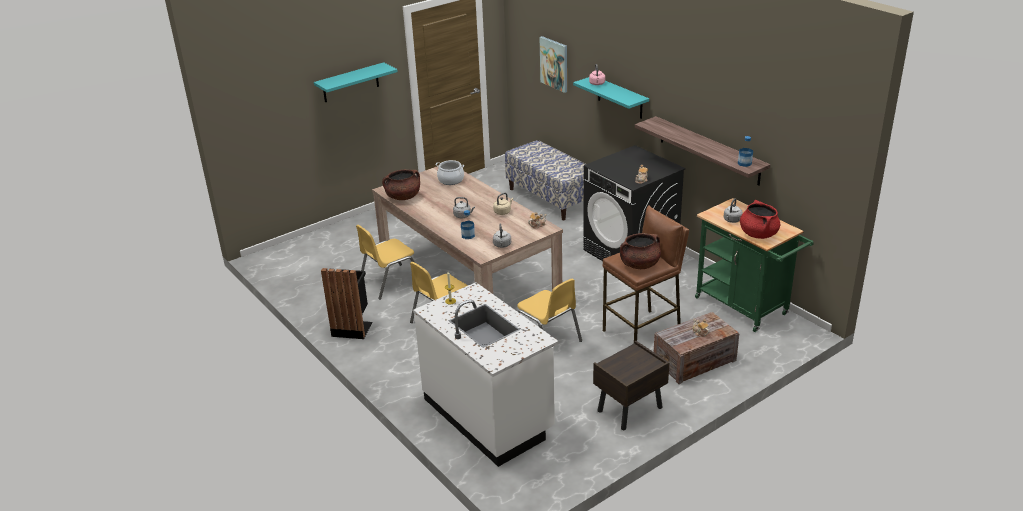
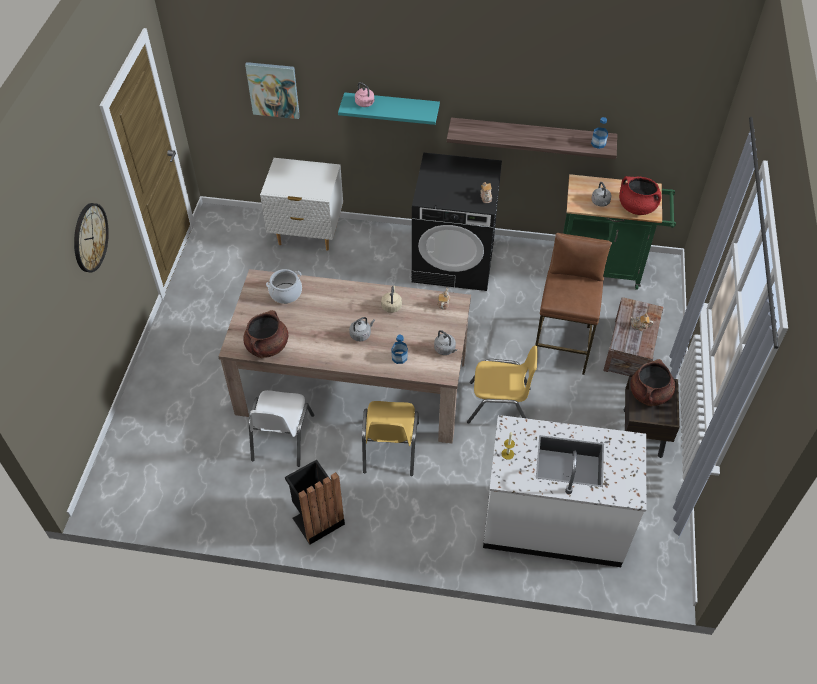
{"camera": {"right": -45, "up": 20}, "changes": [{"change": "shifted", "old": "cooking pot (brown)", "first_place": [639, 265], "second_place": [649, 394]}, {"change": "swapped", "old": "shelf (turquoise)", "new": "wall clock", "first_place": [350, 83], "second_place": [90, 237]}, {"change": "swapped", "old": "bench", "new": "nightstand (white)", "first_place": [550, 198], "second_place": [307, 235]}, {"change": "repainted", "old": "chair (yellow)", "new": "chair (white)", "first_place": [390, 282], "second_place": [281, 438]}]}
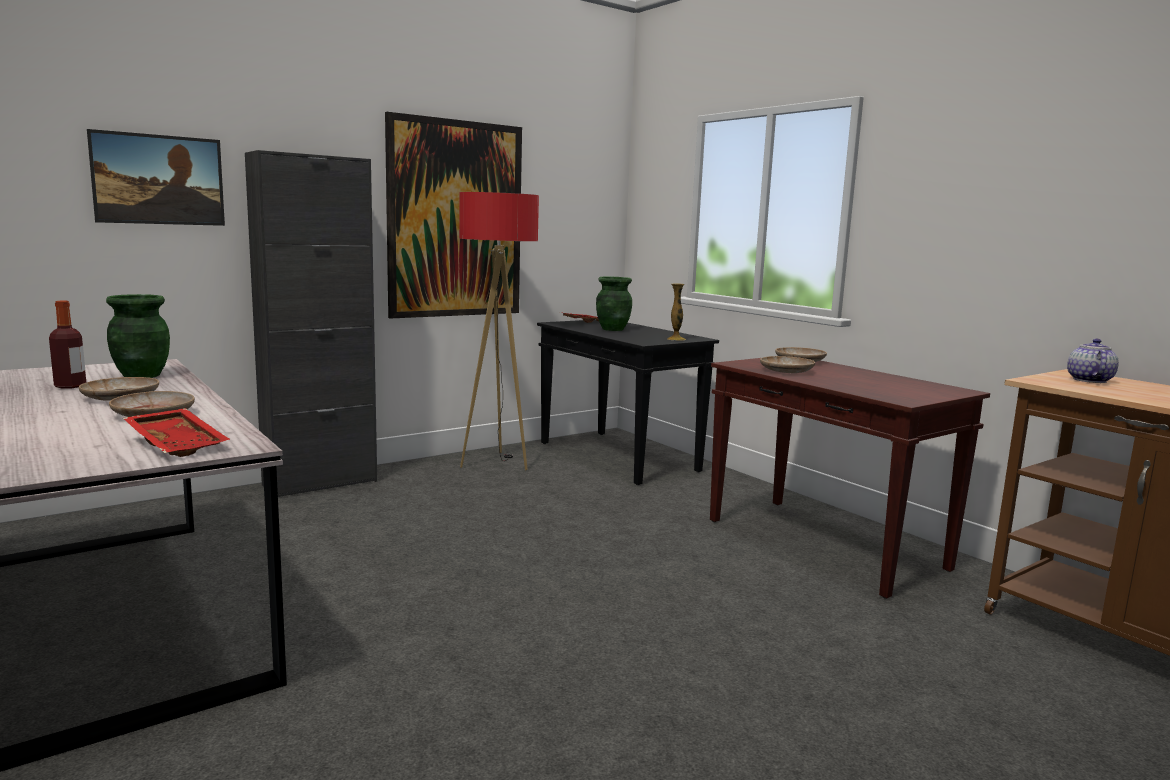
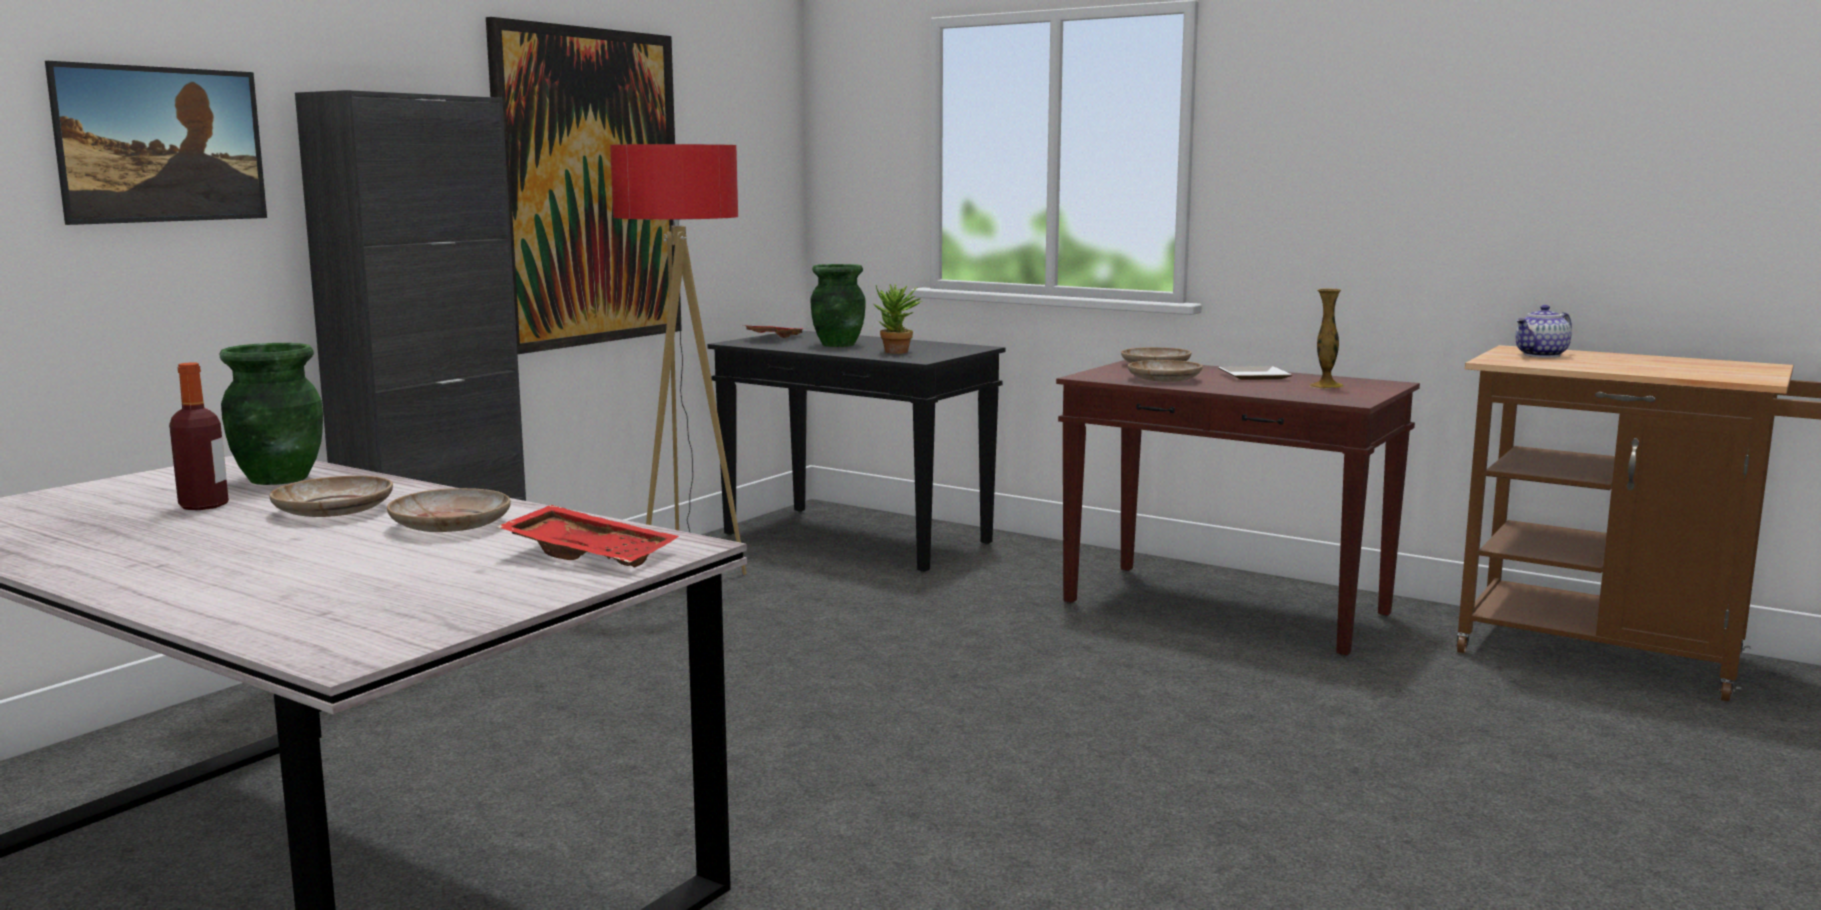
{"camera": {"right": -20, "up": 0}, "changes": [{"change": "new", "new": "potted plant", "second_place": [896, 352]}, {"change": "new", "new": "plate", "second_place": [1255, 376]}, {"change": "shifted", "old": "vase", "first_place": [676, 339], "second_place": [1326, 386]}, {"change": "rotated", "old": "teapot", "first_place": [1088, 380], "second_place": [1542, 355], "degrees": -120}]}
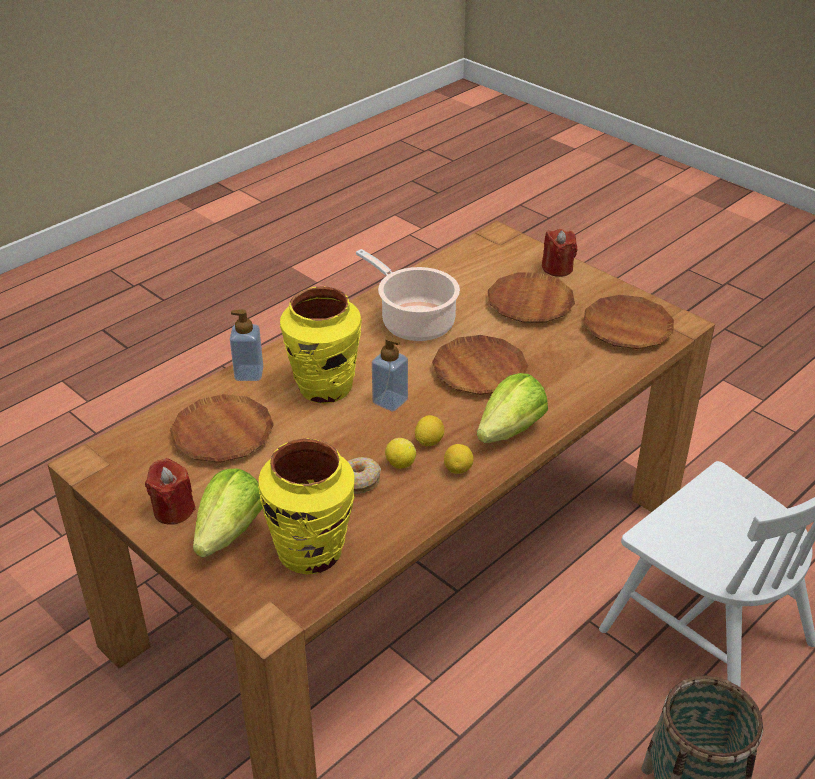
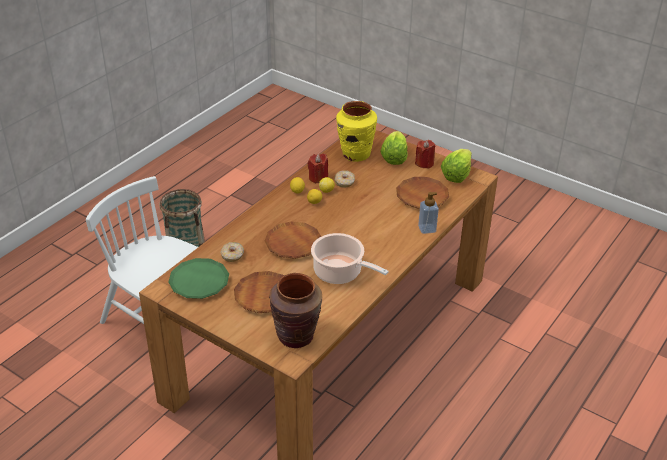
{"camera": {"right": 170, "up": 0}, "changes": [{"change": "gone", "old": "vase (yellow)", "first_place": [324, 388]}, {"change": "gone", "old": "soap dispenser", "first_place": [390, 401]}, {"change": "new", "new": "donut", "second_place": [232, 255]}, {"change": "new", "new": "vase (brown)", "second_place": [296, 336]}, {"change": "shifted", "old": "lettuce", "first_place": [510, 430], "second_place": [456, 175]}, {"change": "shifted", "old": "candle (red)", "first_place": [557, 268], "second_place": [318, 178]}, {"change": "repainted", "old": "plate (brown)", "new": "plate (green)", "first_place": [627, 328], "second_place": [199, 282]}]}
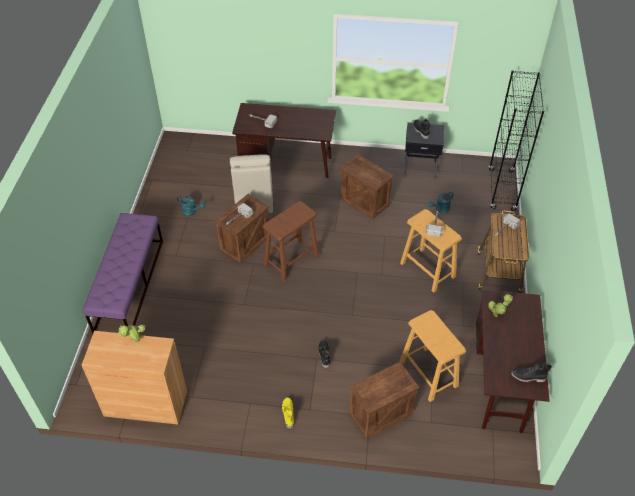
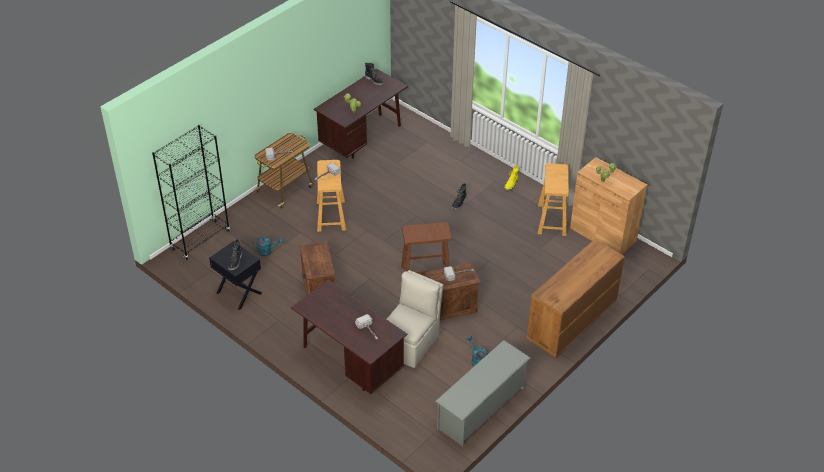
{"camera": {"right": -145, "up": -5}, "changes": [{"change": "gone", "old": "crate", "first_place": [380, 414]}, {"change": "new", "new": "shoe rack (grey)", "second_place": [481, 408]}, {"change": "shifted", "old": "stool (beige)", "first_place": [428, 373], "second_place": [552, 220]}, {"change": "swapped", "old": "bench (purple)", "new": "dresser (brown)", "first_place": [129, 285], "second_place": [571, 321]}]}
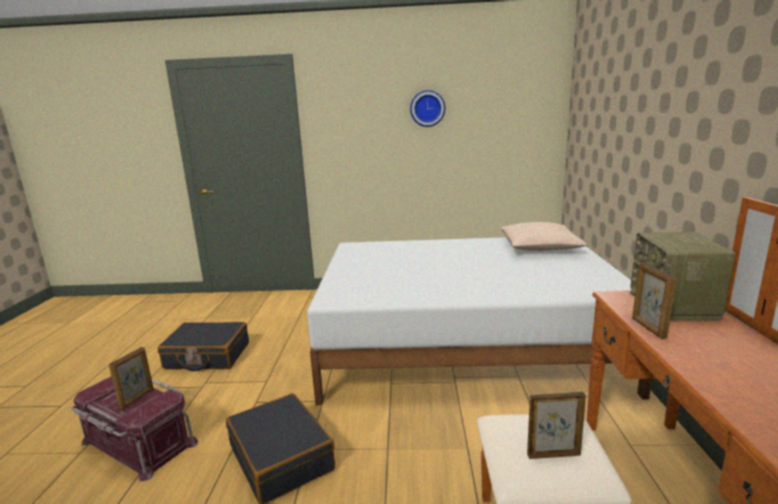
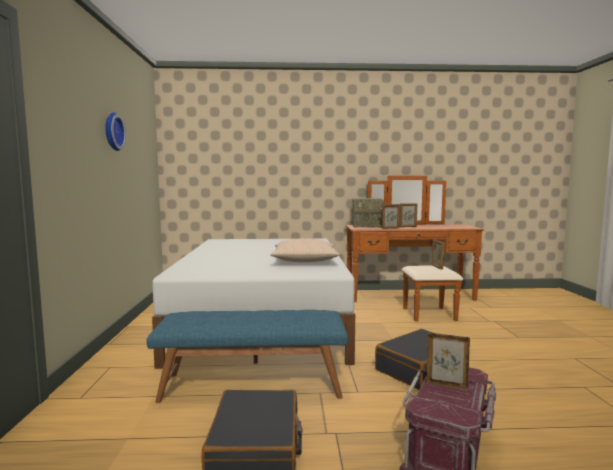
{"camera": {"right": -95, "up": -10}, "changes": [{"change": "new", "new": "bench (blue)", "second_place": [252, 385]}, {"change": "new", "new": "picture frame", "second_place": [408, 227]}, {"change": "shifted", "old": "pillow (beige)", "first_place": [540, 247], "second_place": [304, 260]}]}
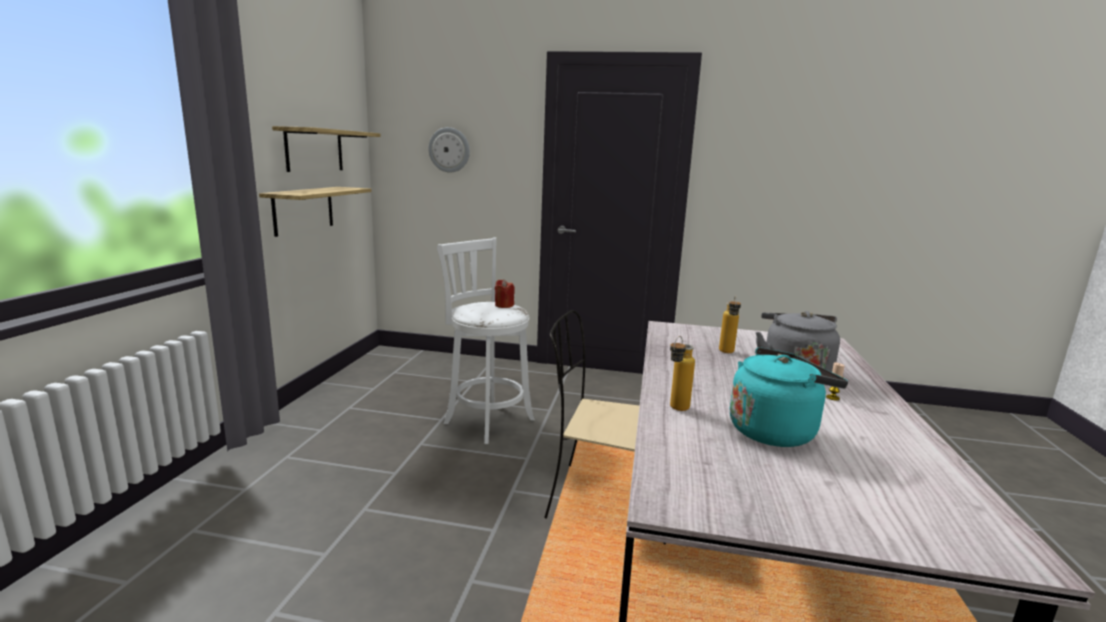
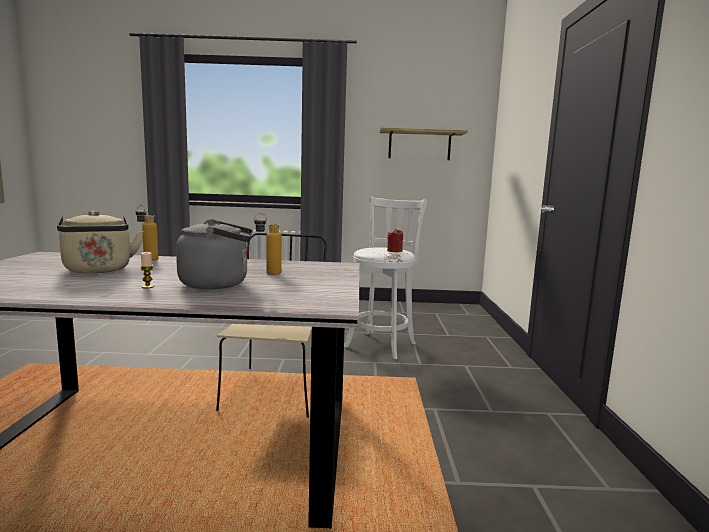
{"camera": {"right": 80, "up": -5}, "changes": [{"change": "gone", "old": "shelf", "first_place": [303, 210]}, {"change": "gone", "old": "wall clock", "first_place": [449, 150]}, {"change": "repainted", "old": "kettle (turquoise)", "new": "kettle (beige)", "first_place": [775, 431], "second_place": [99, 270]}]}
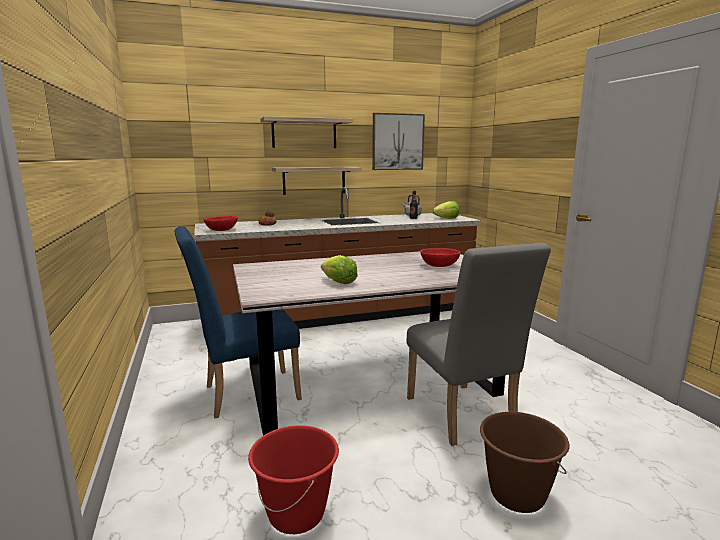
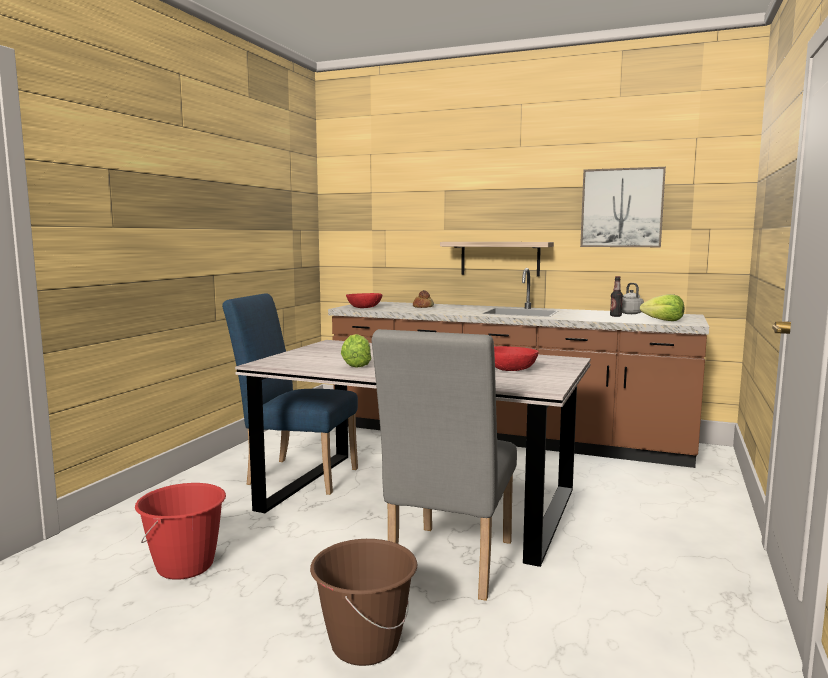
{"camera": {"right": 40, "up": -5}, "changes": [{"change": "gone", "old": "shelf", "first_place": [304, 133]}]}
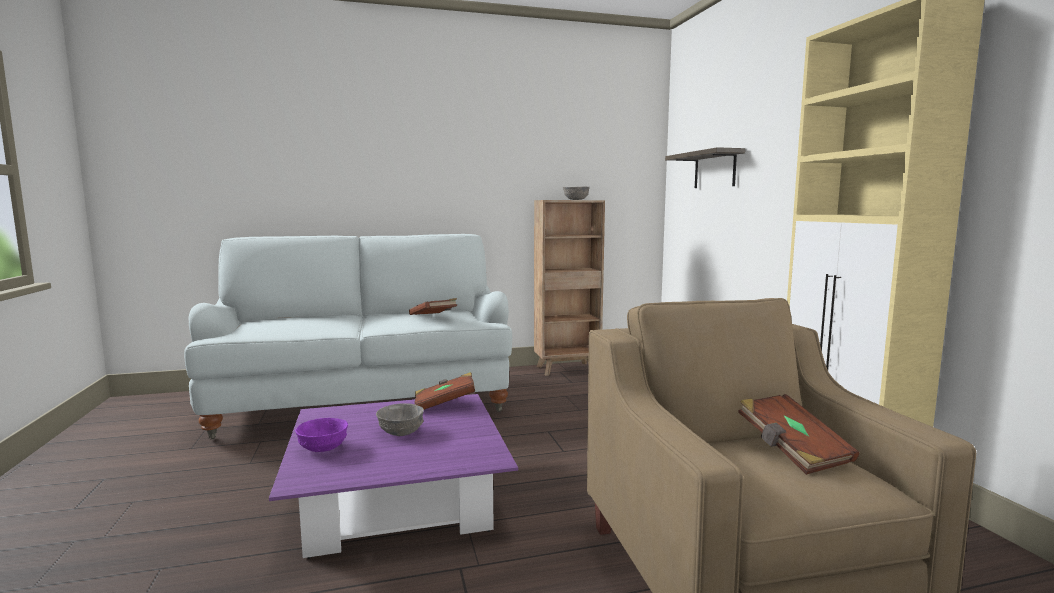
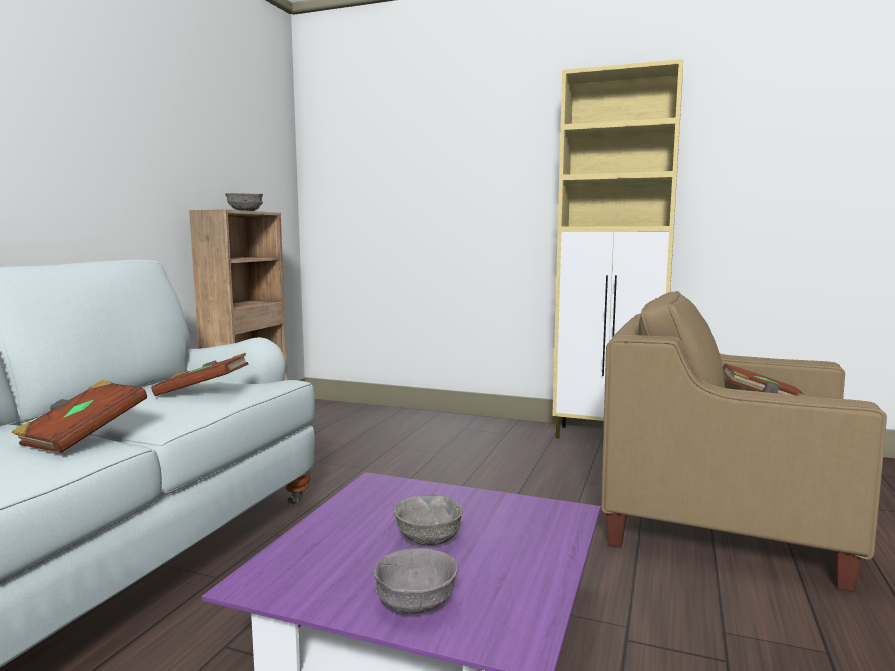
{"camera": {"right": -55, "up": 0}, "changes": [{"change": "gone", "old": "shelf", "first_place": [714, 170]}, {"change": "shifted", "old": "book (brown)", "first_place": [445, 404], "second_place": [83, 436]}, {"change": "repainted", "old": "bowl (purple)", "new": "bowl (grey)", "first_place": [322, 449], "second_place": [415, 605]}]}
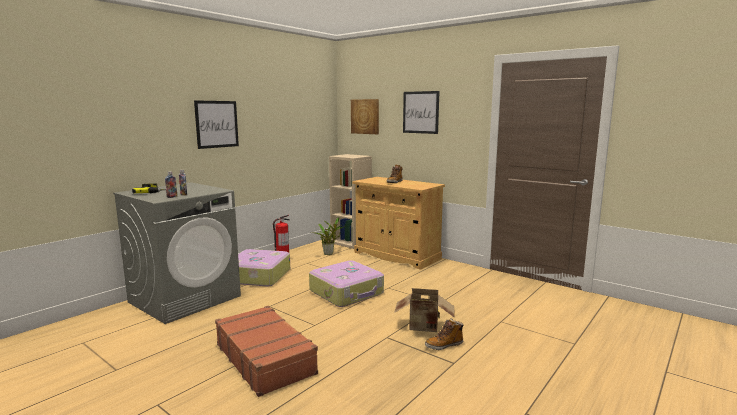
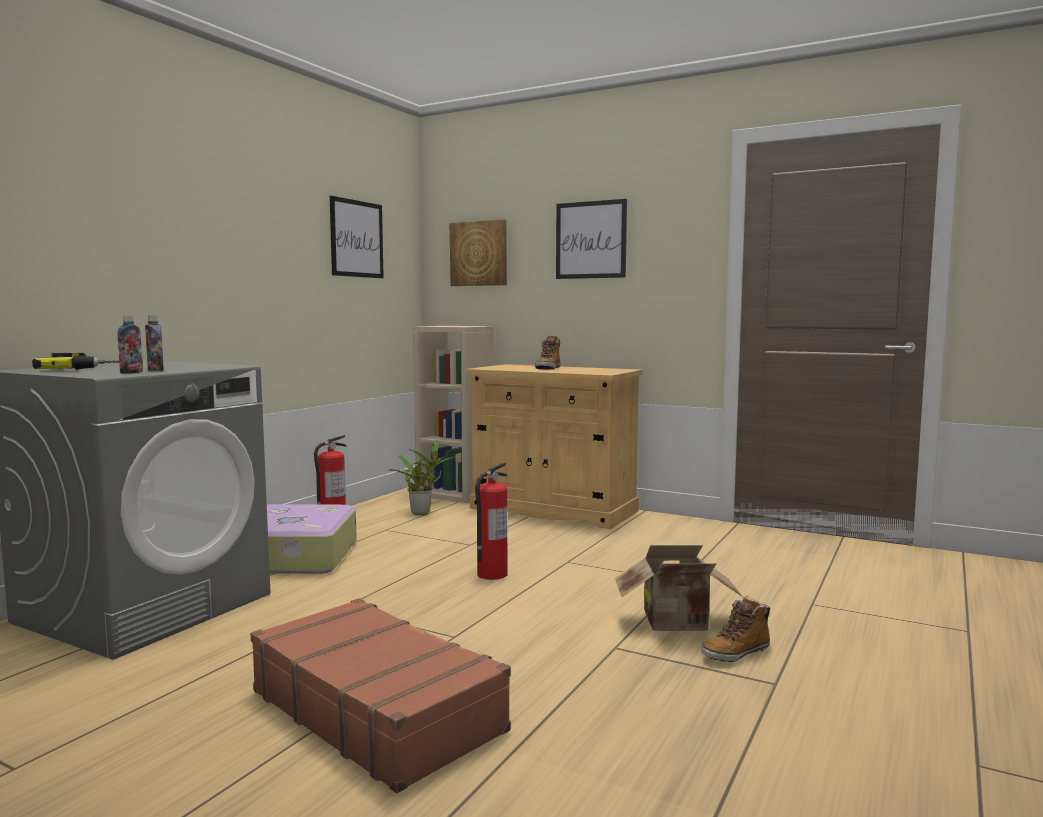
{"camera": {"right": -10, "up": -5}, "changes": [{"change": "shifted", "old": "picture", "first_place": [217, 124], "second_place": [356, 239]}, {"change": "swapped", "old": "suitcase", "new": "fire extinguisher", "first_place": [347, 292], "second_place": [491, 574]}]}
